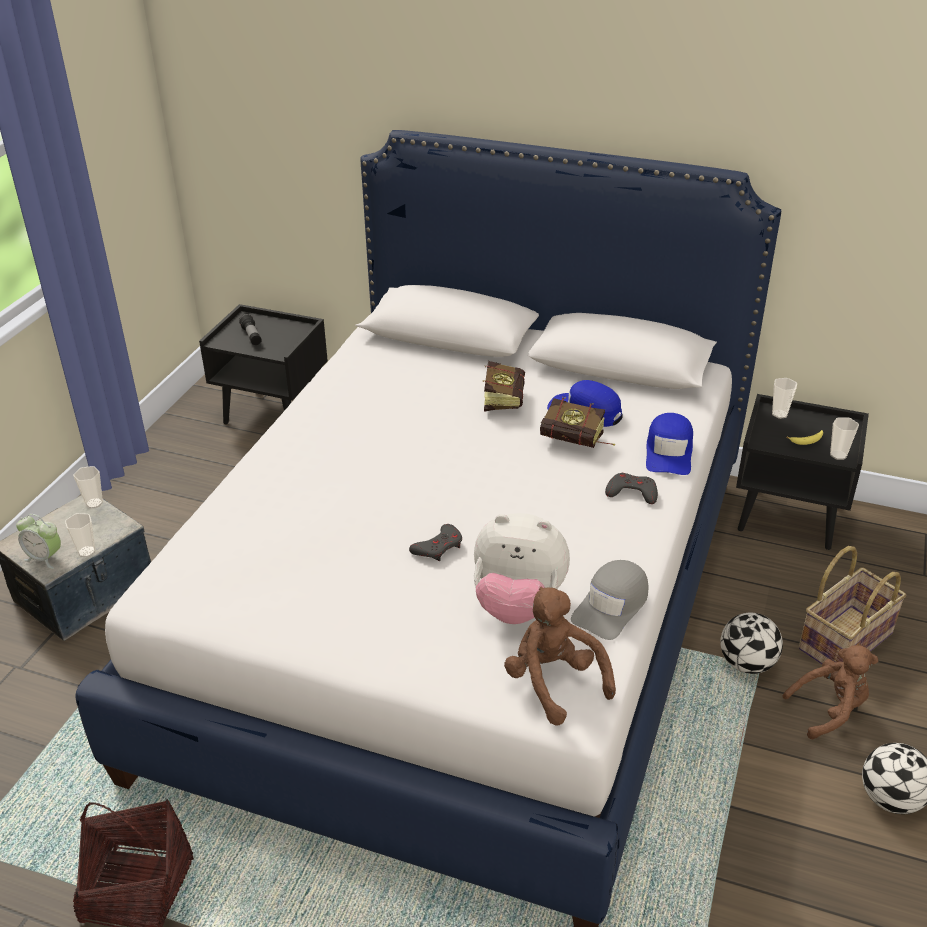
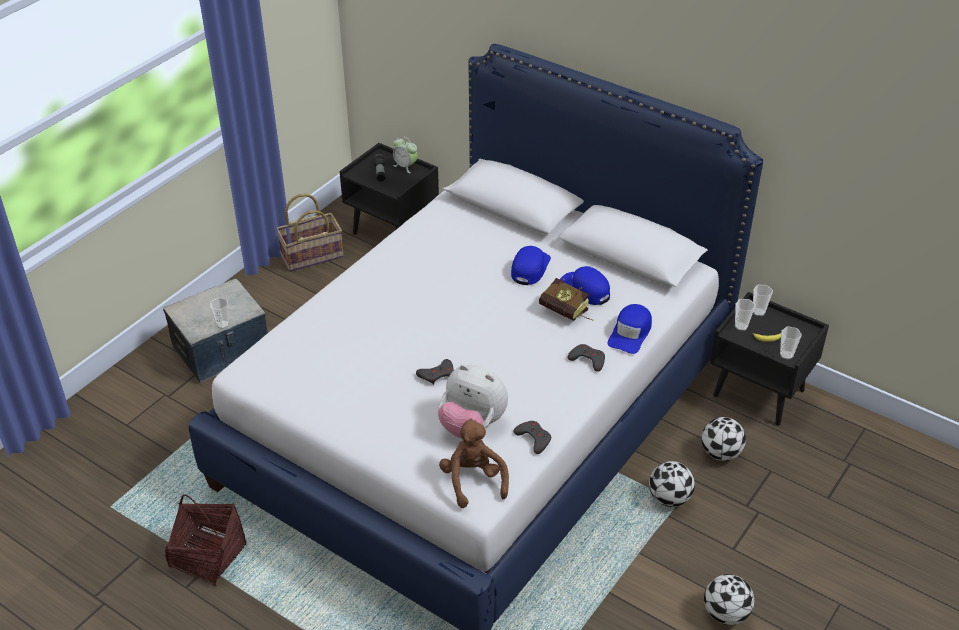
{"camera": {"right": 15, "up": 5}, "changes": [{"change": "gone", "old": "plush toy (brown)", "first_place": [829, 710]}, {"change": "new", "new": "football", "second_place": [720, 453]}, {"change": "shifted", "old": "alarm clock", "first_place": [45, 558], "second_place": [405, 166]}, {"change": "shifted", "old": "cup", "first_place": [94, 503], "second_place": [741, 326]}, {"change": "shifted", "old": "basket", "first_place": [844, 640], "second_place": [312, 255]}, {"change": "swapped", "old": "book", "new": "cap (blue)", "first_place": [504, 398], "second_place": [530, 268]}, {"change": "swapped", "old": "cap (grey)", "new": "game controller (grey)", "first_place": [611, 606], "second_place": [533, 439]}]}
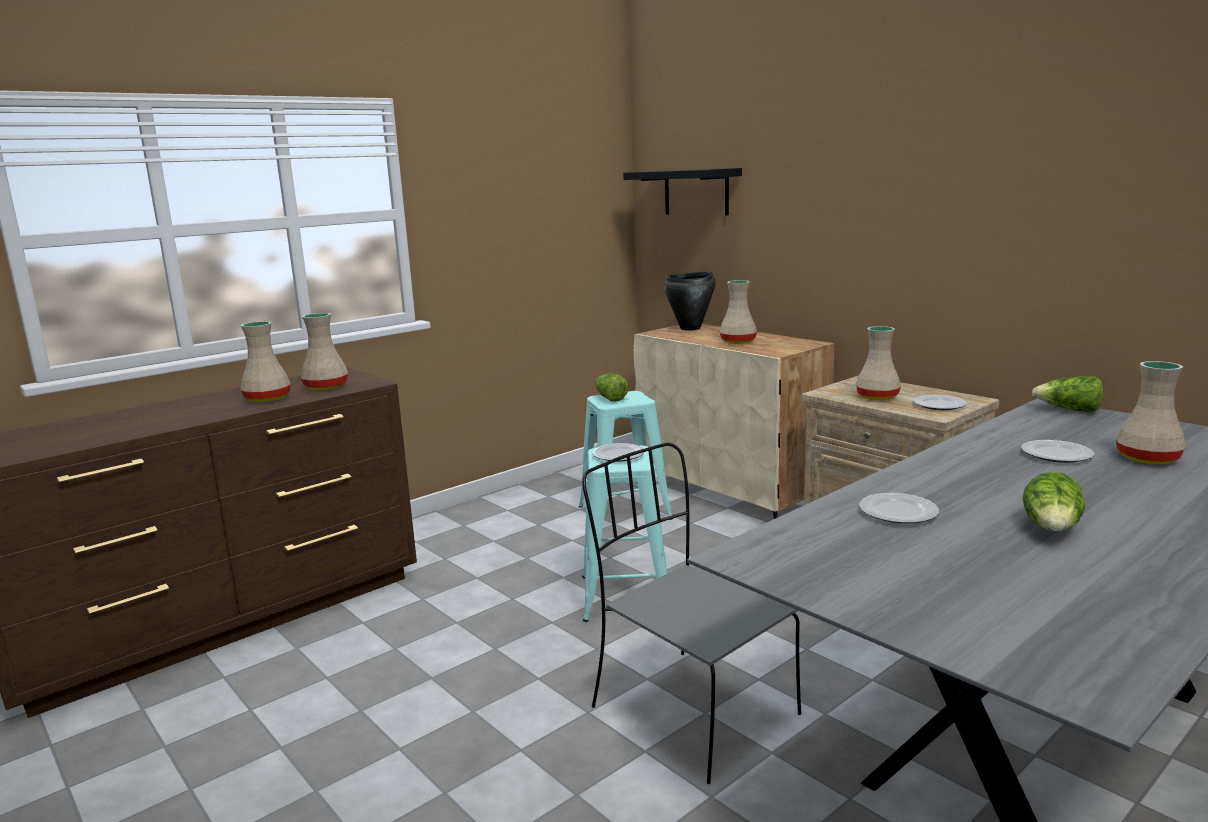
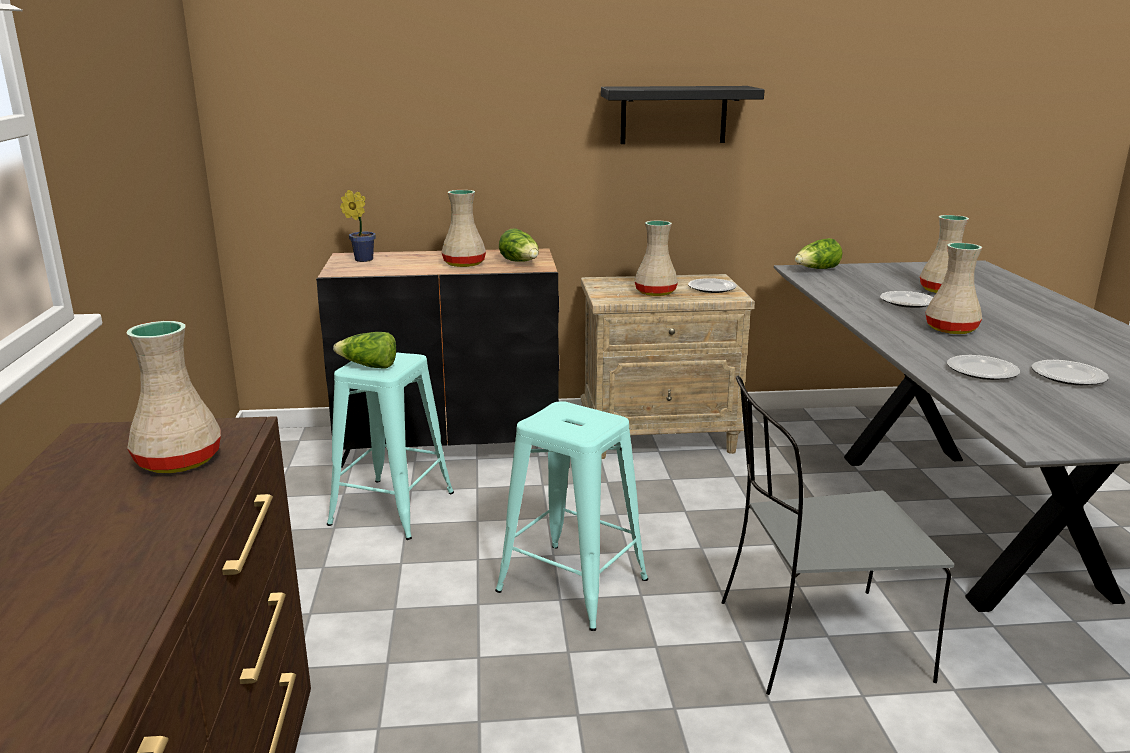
{"camera": {"right": -55, "up": 5}, "changes": [{"change": "shifted", "old": "vase (beige)", "first_place": [268, 399], "second_place": [952, 329]}, {"change": "shifted", "old": "plate", "first_place": [618, 455], "second_place": [1067, 376]}, {"change": "shifted", "old": "shelf (black)", "first_place": [696, 192], "second_place": [673, 115]}, {"change": "shifted", "old": "lettuce", "first_place": [1052, 529], "second_place": [521, 262]}, {"change": "swapped", "old": "cooking pot (black)", "new": "potted plant", "first_place": [690, 328], "second_place": [361, 259]}, {"change": "repainted", "old": "cabinet (beige)", "new": "cabinet (black)", "first_place": [730, 493], "second_place": [451, 444]}]}
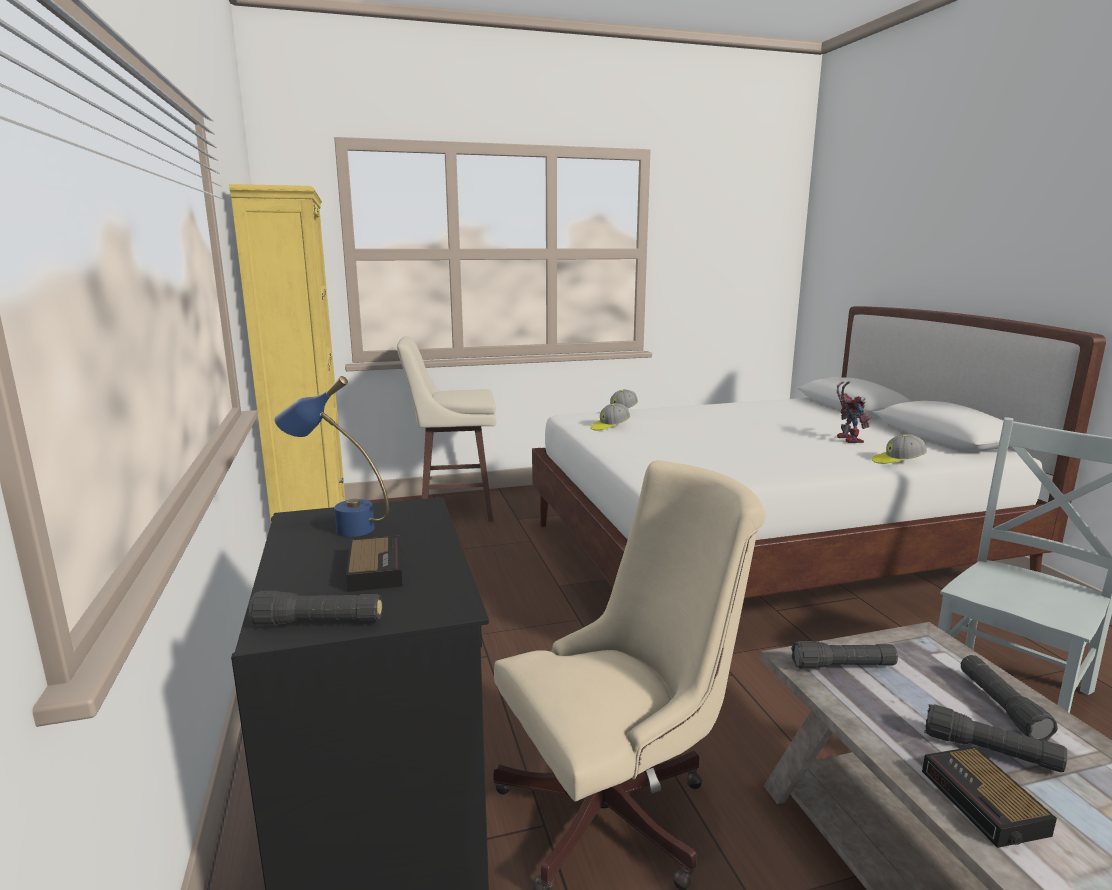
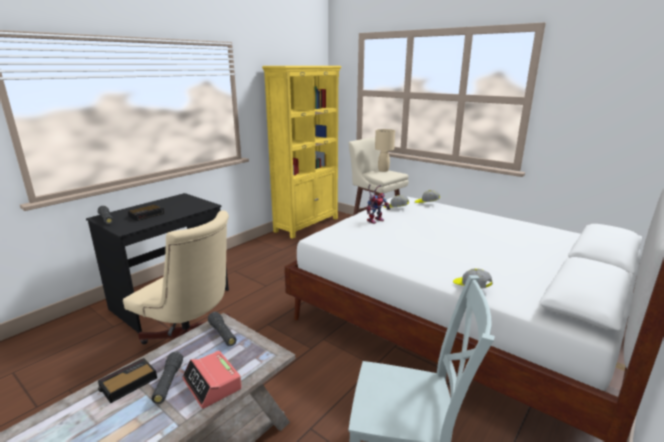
{"camera": {"right": 55, "up": 5}, "changes": [{"change": "gone", "old": "table lamp (blue)", "first_place": [339, 527]}, {"change": "new", "new": "table lamp (beige)", "second_place": [383, 170]}, {"change": "shifted", "old": "toy robot", "first_place": [846, 439], "second_place": [375, 220]}, {"change": "swapped", "old": "flashlight (black)", "new": "alarm clock", "first_place": [1001, 706], "second_place": [212, 384]}]}
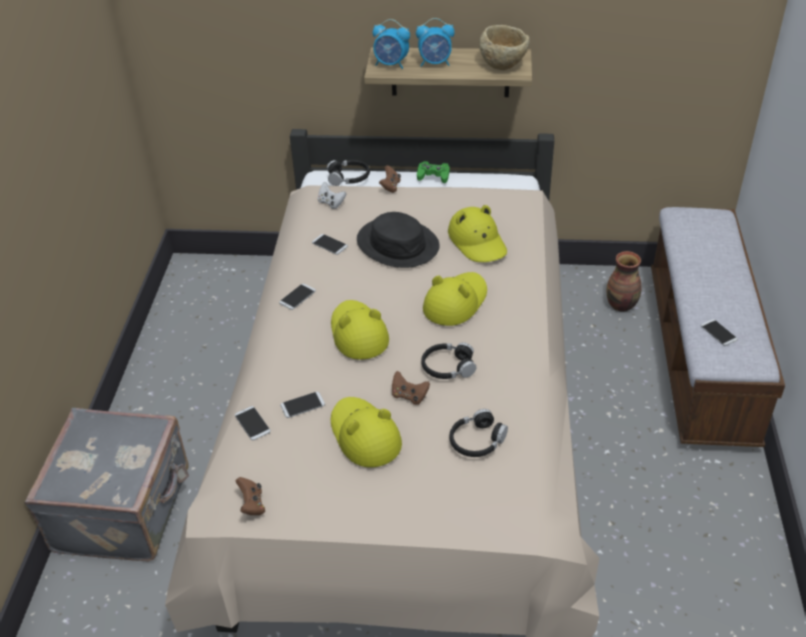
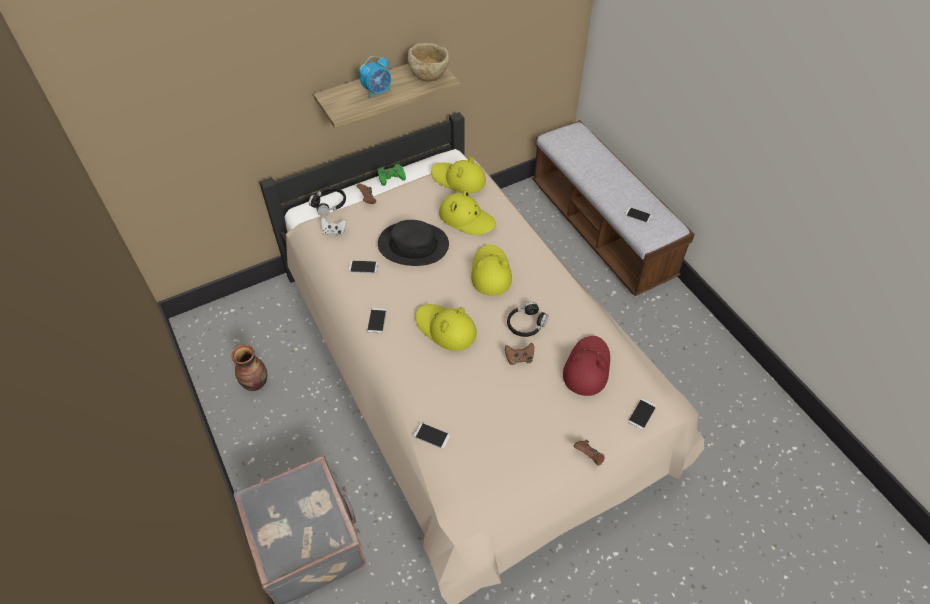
{"camera": {"right": -35, "up": 10}, "changes": [{"change": "gone", "old": "alarm clock", "first_place": [391, 64]}, {"change": "shifted", "old": "game controller (brown)", "first_place": [252, 505], "second_place": [589, 456]}, {"change": "shifted", "old": "phone", "first_place": [302, 405], "second_place": [642, 414]}, {"change": "shifted", "old": "hat (yellow)", "first_place": [364, 435], "second_place": [458, 179]}, {"change": "shifted", "old": "vase", "first_place": [622, 305], "second_place": [256, 382]}, {"change": "swapped", "old": "headphones (black)", "new": "hat (red)", "first_place": [477, 441], "second_place": [587, 368]}]}
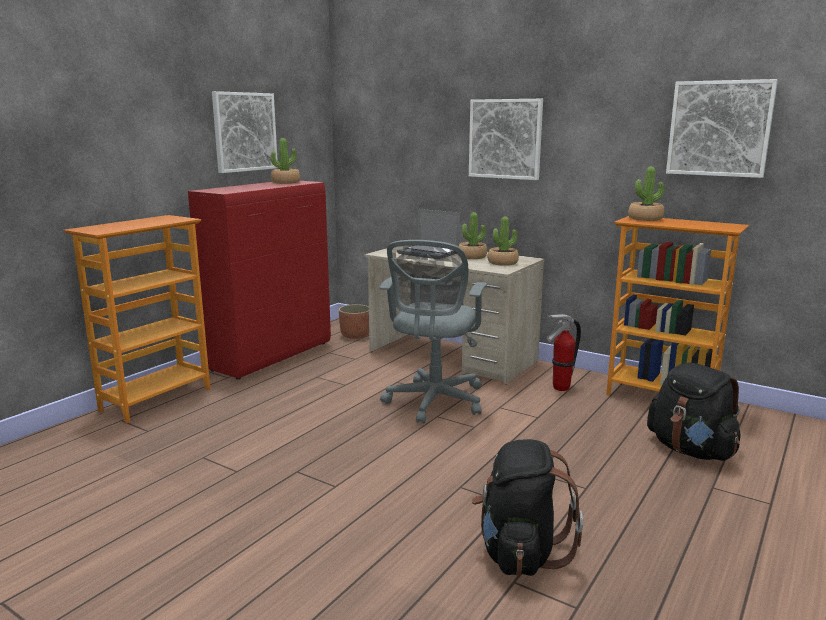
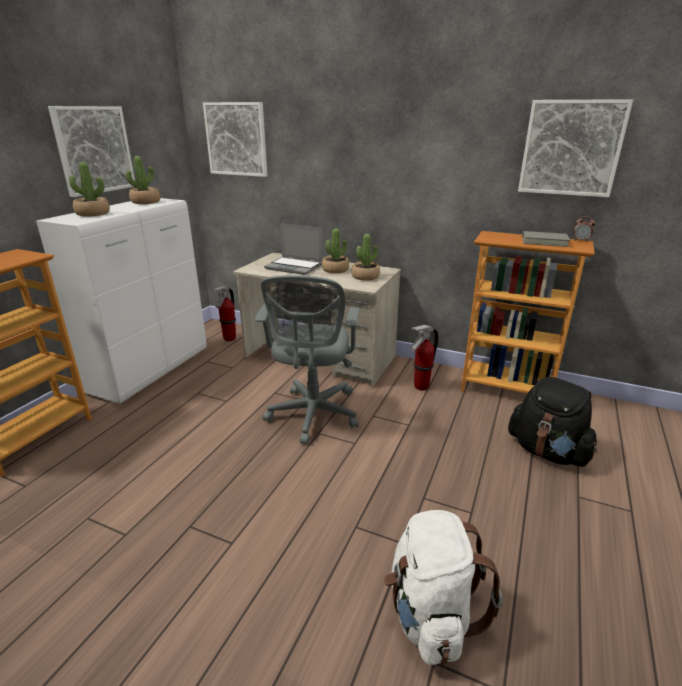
{"camera": {"right": -10, "up": 10}, "changes": [{"change": "new", "new": "book (grey)", "second_place": [544, 242]}, {"change": "new", "new": "alarm clock", "second_place": [581, 241]}, {"change": "shifted", "old": "picture", "first_place": [505, 139], "second_place": [236, 139]}, {"change": "shifted", "old": "potted plant", "first_place": [645, 219], "second_place": [93, 214]}, {"change": "swapped", "old": "planter", "new": "fire extinguisher", "first_place": [355, 335], "second_place": [229, 339]}, {"change": "repainted", "old": "cabinet (red)", "new": "cabinet (white)", "first_place": [272, 356], "second_place": [152, 370]}, {"change": "repainted", "old": "backpack (black)", "new": "backpack (white)", "first_place": [519, 552], "second_place": [430, 615]}]}
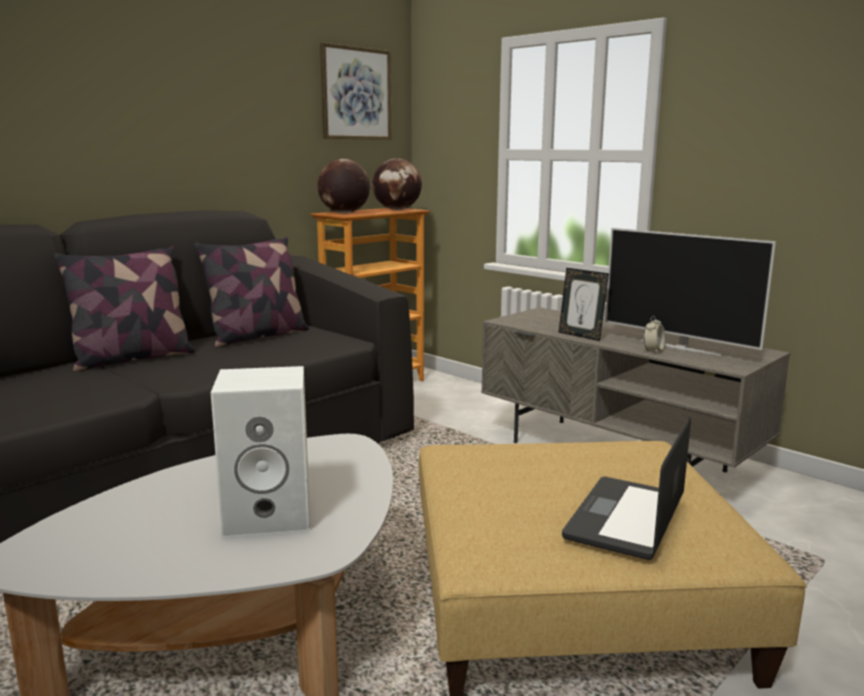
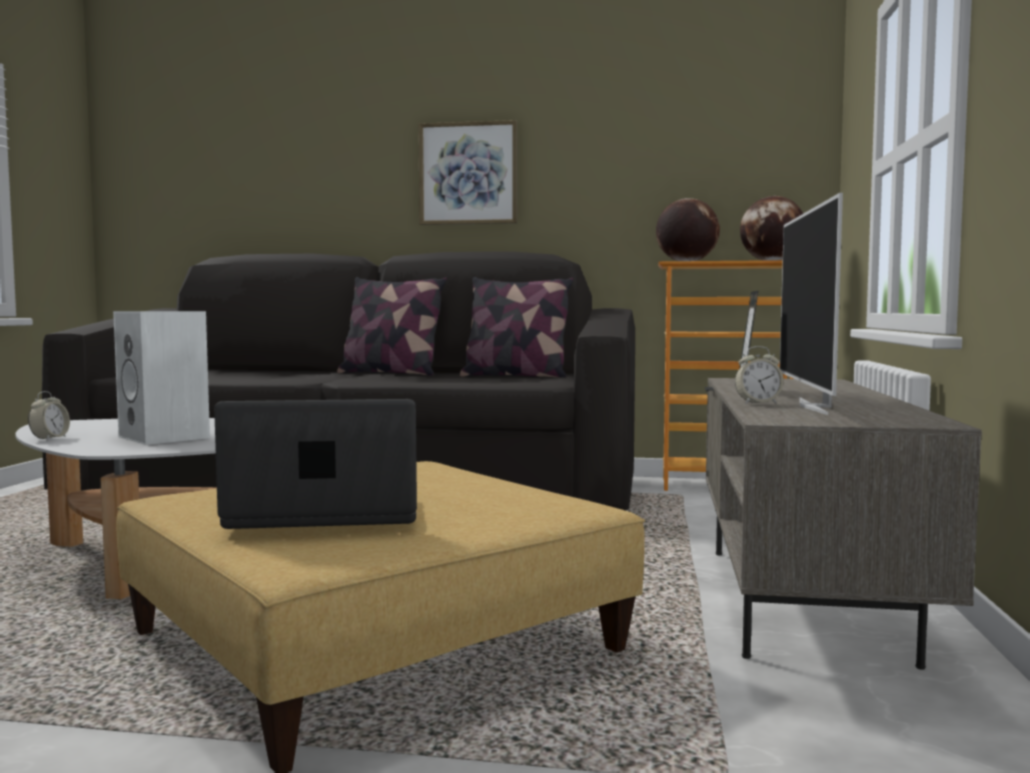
{"camera": {"right": 55, "up": -10}, "changes": [{"change": "new", "new": "alarm clock", "second_place": [50, 439]}, {"change": "shifted", "old": "picture", "first_place": [355, 94], "second_place": [468, 173]}]}
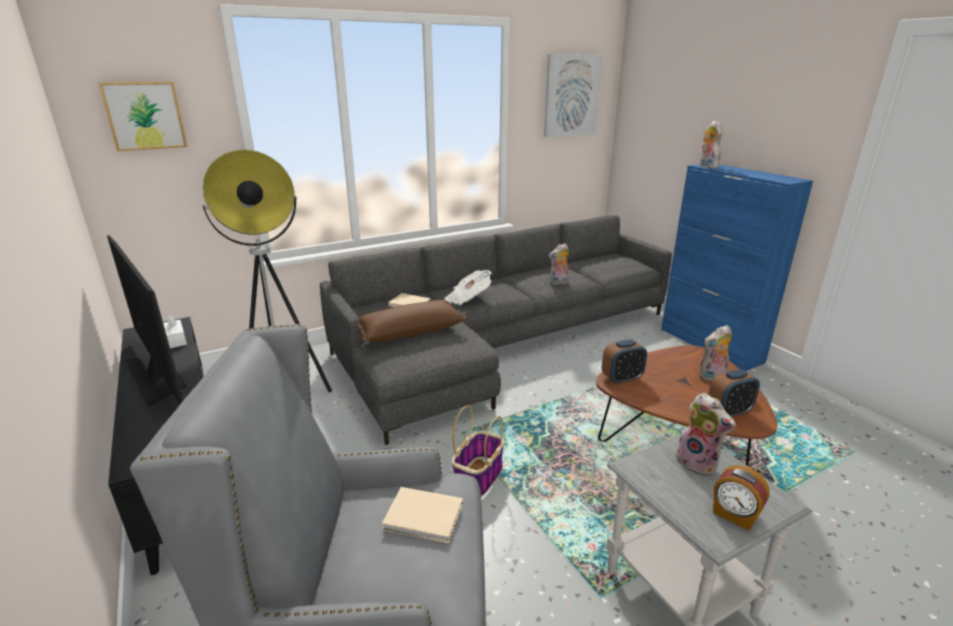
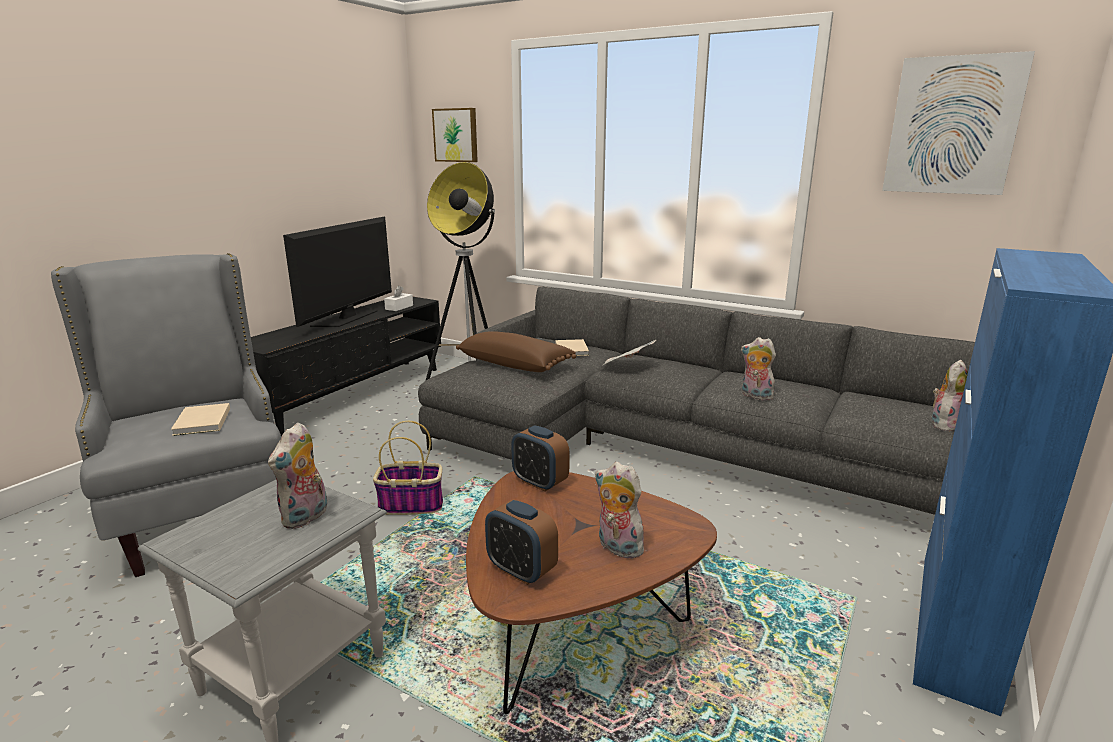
{"camera": {"right": 60, "up": -5}, "changes": [{"change": "gone", "old": "alarm clock", "first_place": [734, 515]}, {"change": "shifted", "old": "plush toy", "first_place": [706, 166], "second_place": [944, 424]}]}
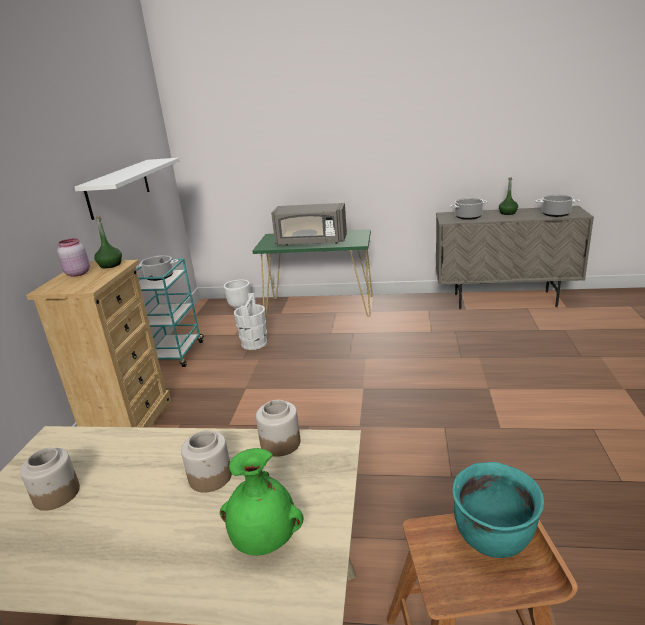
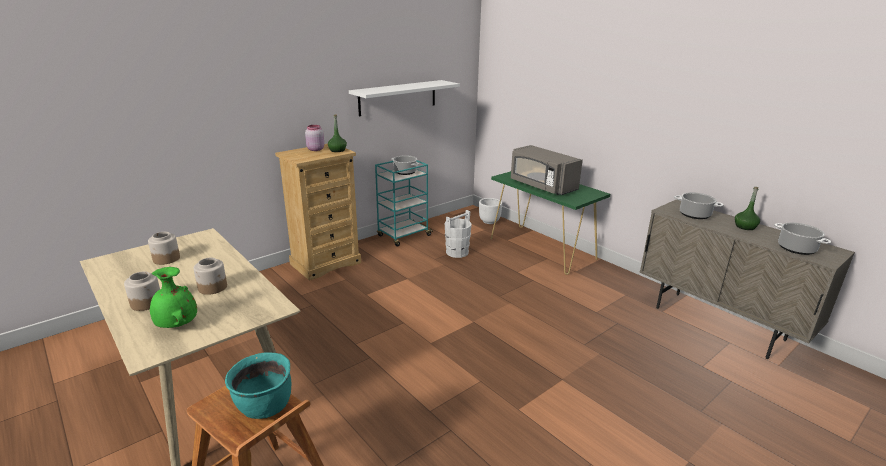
{"camera": {"right": 40, "up": 0}, "changes": [{"change": "shifted", "old": "jar", "first_place": [280, 443], "second_place": [147, 303]}]}
